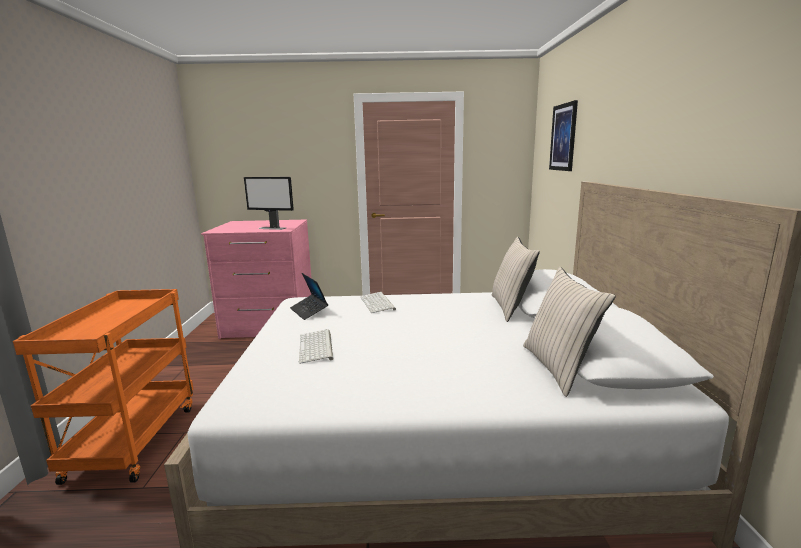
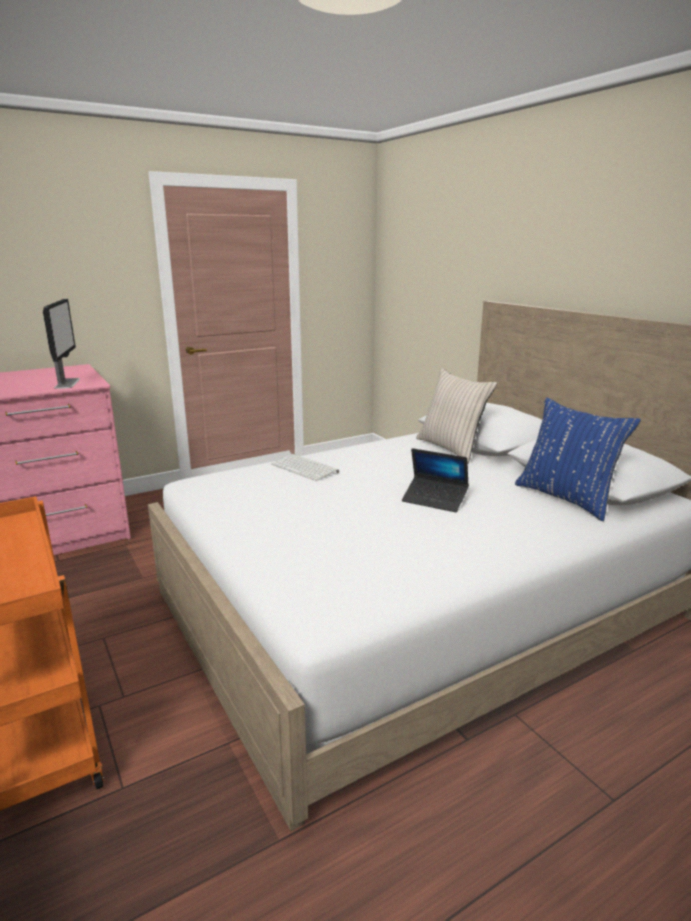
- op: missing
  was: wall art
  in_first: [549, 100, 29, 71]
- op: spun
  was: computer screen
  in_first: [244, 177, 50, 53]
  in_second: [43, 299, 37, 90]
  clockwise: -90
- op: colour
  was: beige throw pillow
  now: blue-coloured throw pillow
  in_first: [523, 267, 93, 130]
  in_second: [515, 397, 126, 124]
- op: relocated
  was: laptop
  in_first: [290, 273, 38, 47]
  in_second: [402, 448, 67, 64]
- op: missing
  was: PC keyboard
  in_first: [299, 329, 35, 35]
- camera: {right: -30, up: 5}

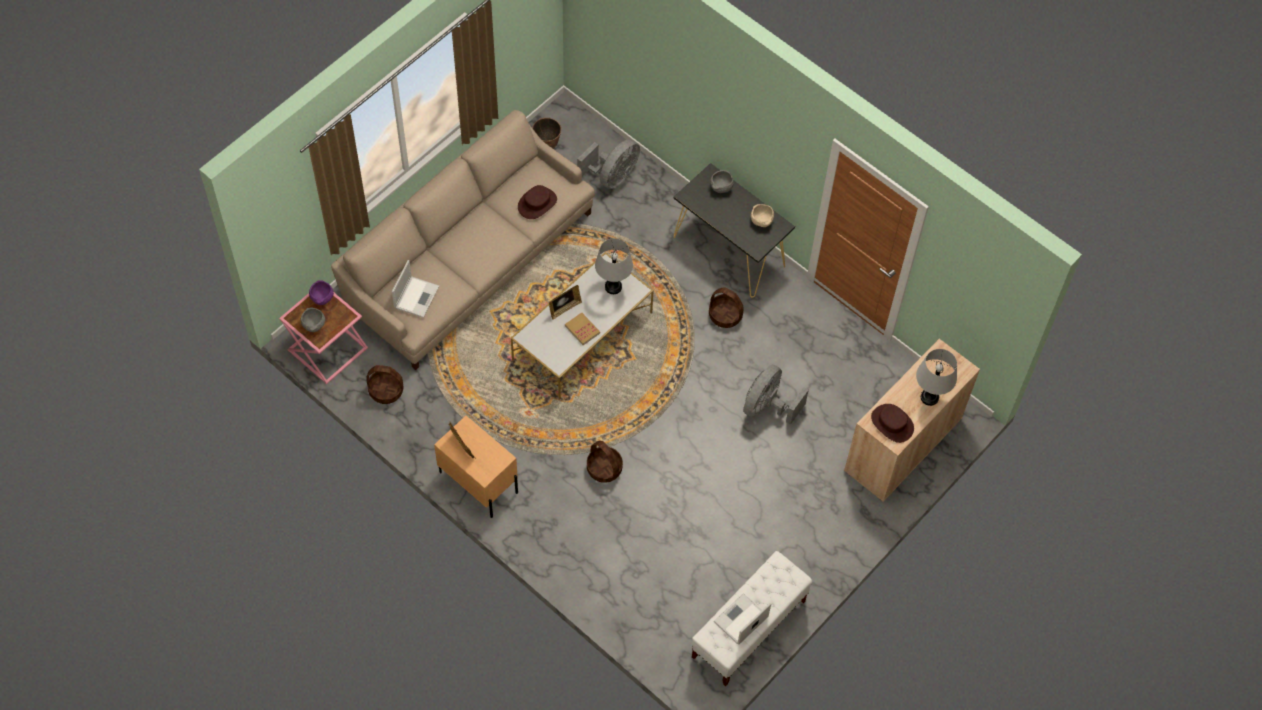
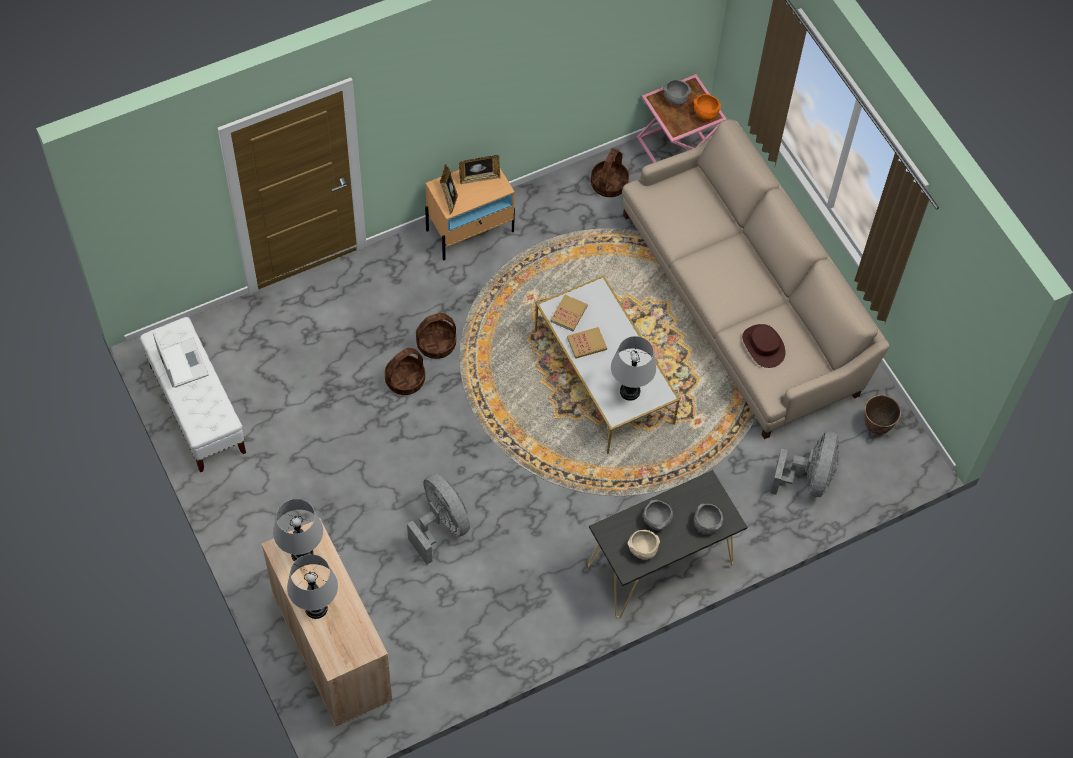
- op: spun
  was: grey electric fan
  in_first: [577, 139, 63, 50]
  in_second: [770, 431, 69, 66]
  clockwise: -135
- op: missing
  was: laptop
  in_first: [392, 260, 47, 58]
- op: colour
  was: purple-coloured deep dish
  now: orange deep dish
  in_first: [309, 280, 25, 25]
  in_second: [694, 94, 27, 26]
- op: relocated
  was: photo frame
  in_first: [549, 285, 33, 35]
  in_second: [440, 164, 18, 50]
- op: relocated
  was: storage basket
  in_first: [709, 287, 35, 41]
  in_second: [384, 348, 41, 47]
- op: exchanged
  was: brownish clothing hat
  now: grey lamp for a table
  in_first: [871, 404, 43, 39]
  in_second: [273, 499, 50, 63]
- op: appeared
  now: volume
  in_second: [550, 295, 38, 36]
- op: appeared
  now: grey deep dish
  in_second: [643, 500, 30, 30]
- camera: {right: 110, up: 0}

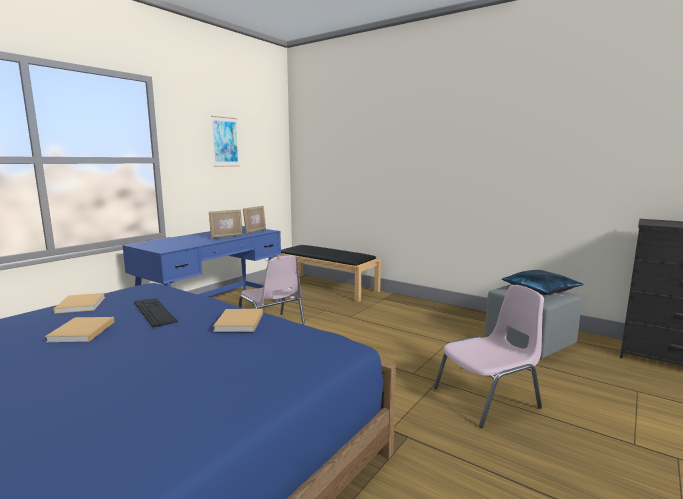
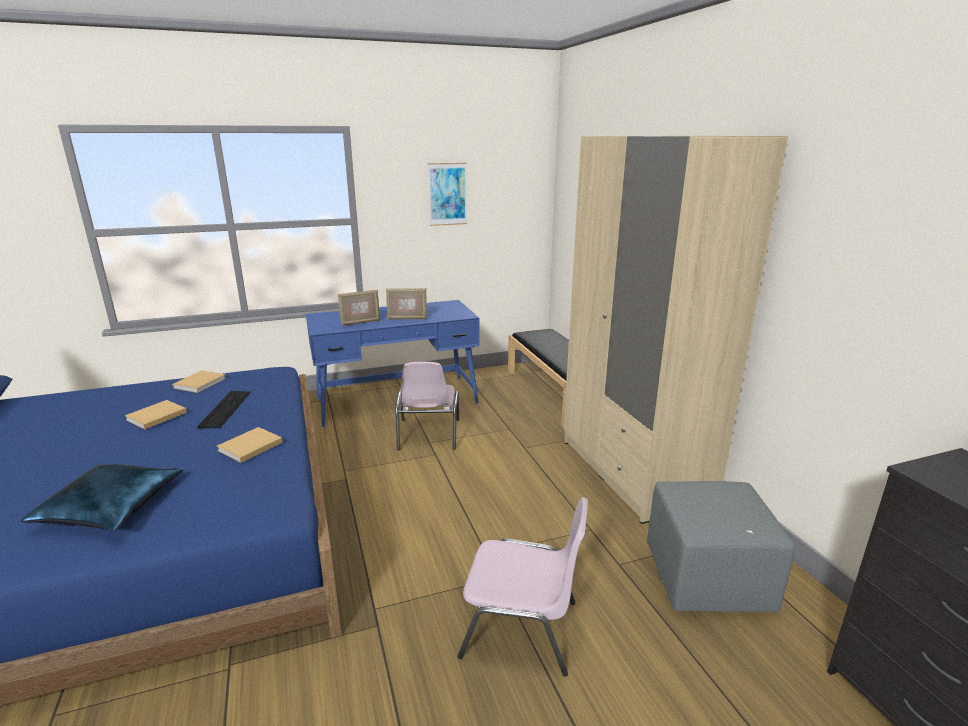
- op: relocated
  was: photo frame
  in_first: [243, 206, 23, 28]
  in_second: [338, 290, 42, 36]
- op: relocated
  was: blue-coloured throw pillow
  in_first: [502, 270, 82, 25]
  in_second: [21, 464, 163, 66]
- op: appeared
  now: beige wardrobe
  in_second: [564, 136, 224, 388]
- camera: {right: 35, up: 10}

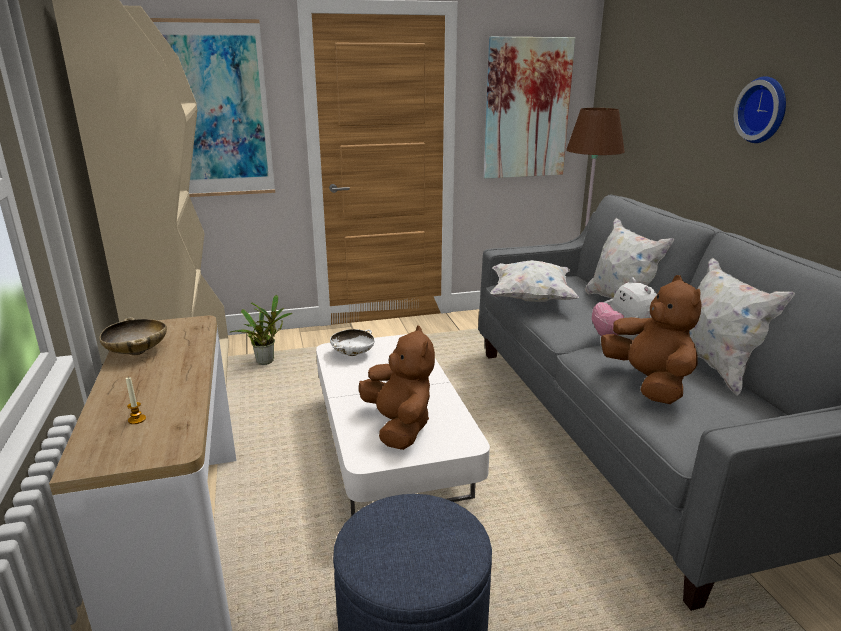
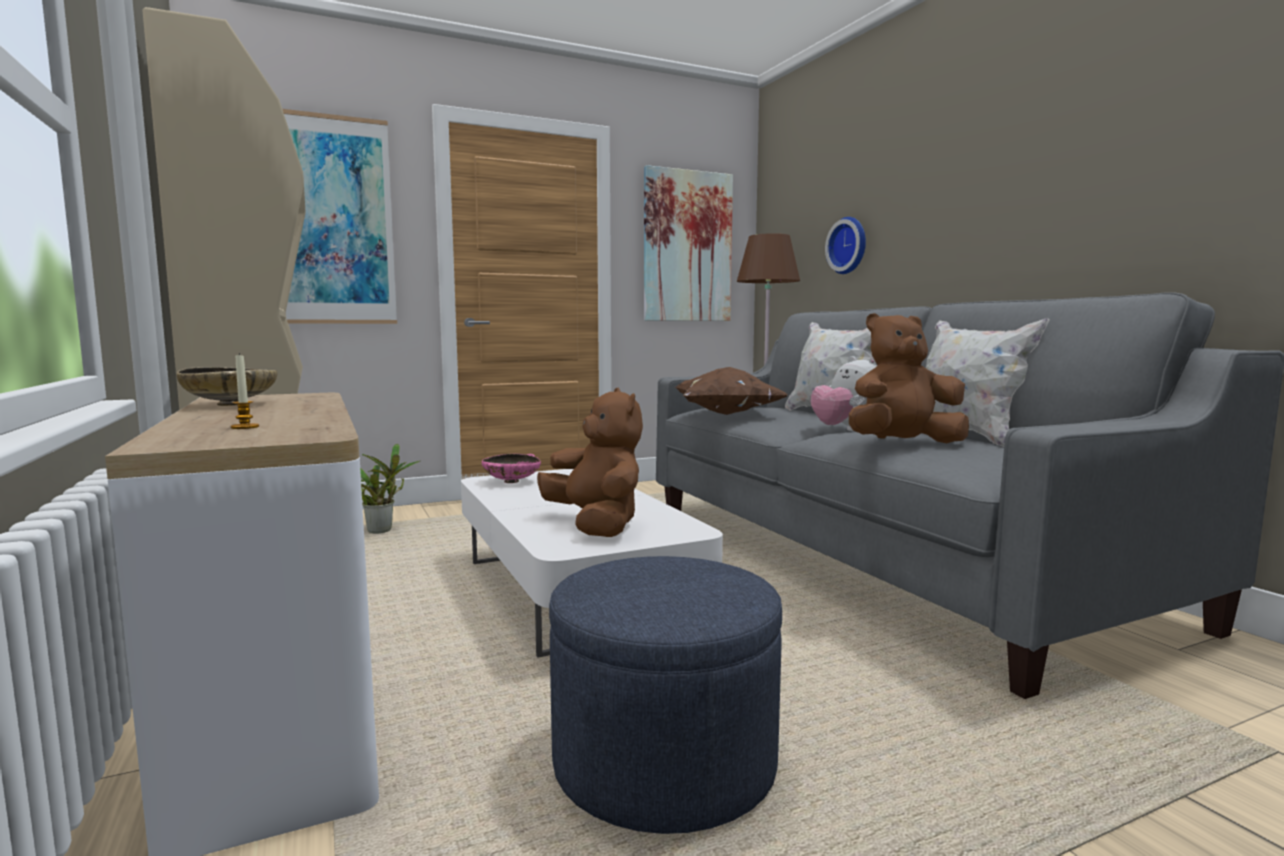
- op: relocated
  was: wall clock
  in_first: [734, 76, 52, 67]
  in_second: [825, 217, 41, 57]
- op: colour
  was: whitish throw pillow
  now: brownish throw pillow
  in_first: [490, 260, 89, 42]
  in_second: [675, 367, 113, 48]
- op: spun
  was: brownish plush toy
  in_first: [601, 275, 100, 129]
  in_second: [849, 313, 120, 130]
  clockwise: -75
- op: colour
  was: whitish deep dish
  now: pink-coloured deep dish
  in_first: [330, 329, 45, 27]
  in_second: [482, 454, 59, 29]
- camera: {right: -10, up: -15}

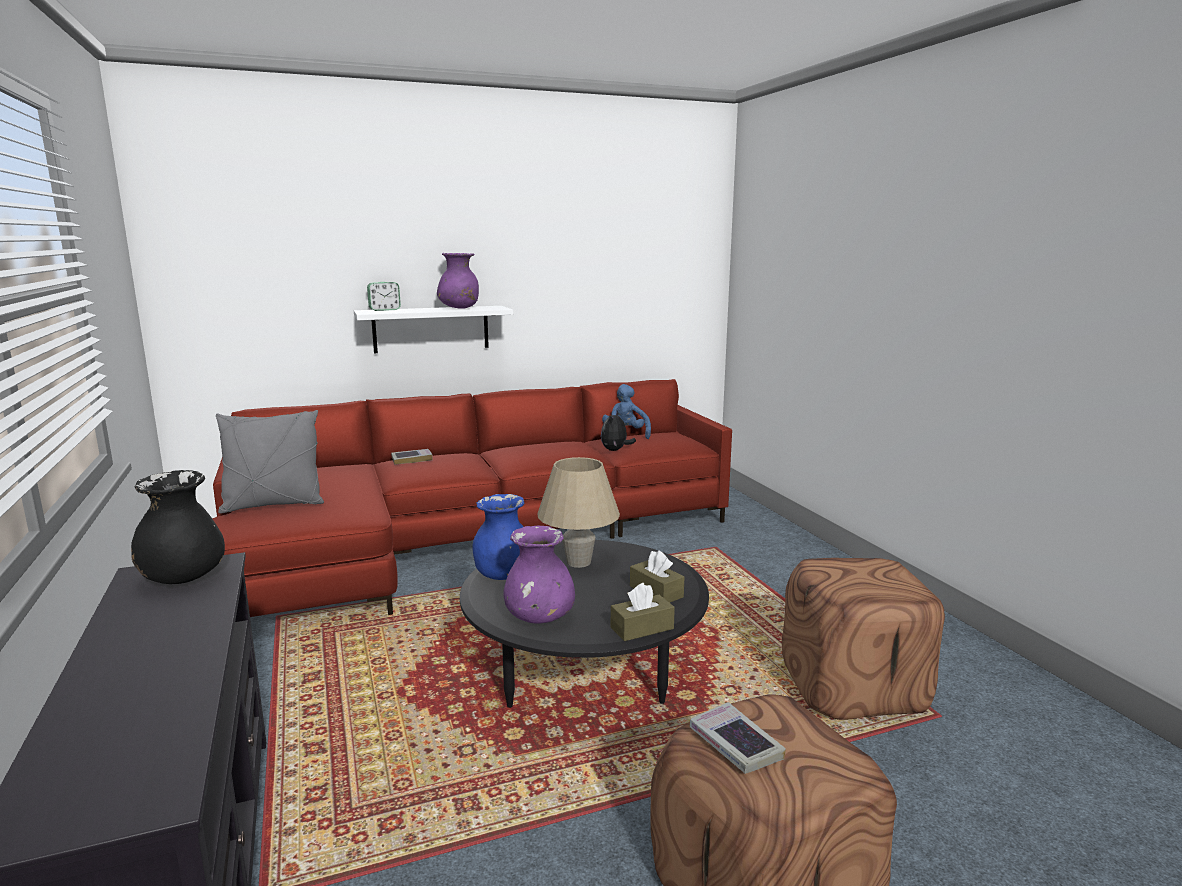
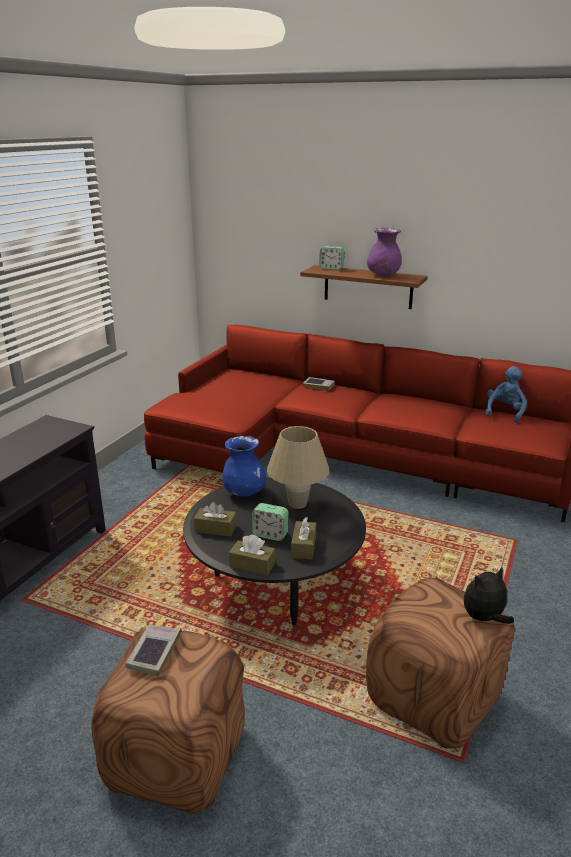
- op: colour
  was: whitish shelf
  now: brownish shelf
  in_first: [354, 306, 159, 47]
  in_second: [300, 265, 128, 44]
- op: missing
  was: grey throw pillow
  in_first: [216, 410, 108, 104]
- op: relocated
  was: plush toy
  in_first: [601, 411, 35, 40]
  in_second: [464, 566, 50, 58]
- op: missing
  was: black-coloured decorative vase
  in_first: [131, 470, 94, 114]
- op: exchanged
  was: purple-coloured decorative vase
  now: brownish tissue holder
  in_first: [503, 526, 72, 98]
  in_second: [194, 502, 43, 35]
- op: appeared
  now: bedside clock
  in_second: [252, 503, 37, 38]
- camera: {right: 45, up: 10}

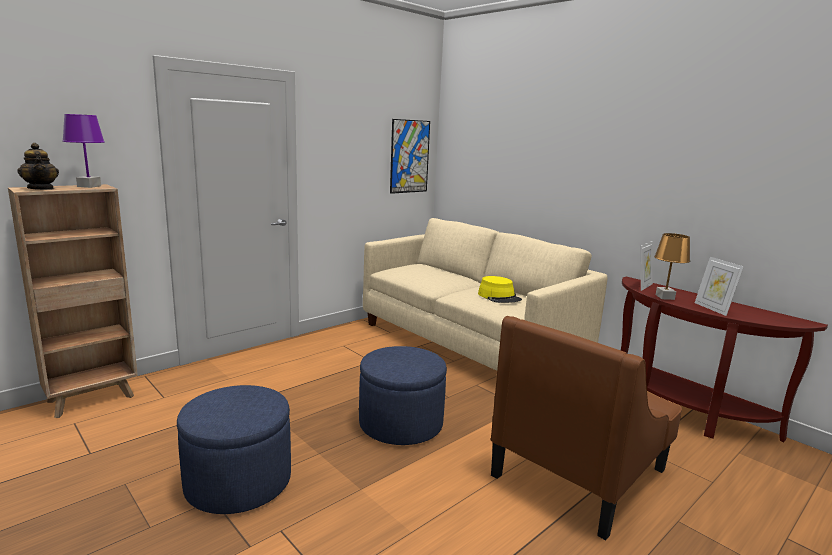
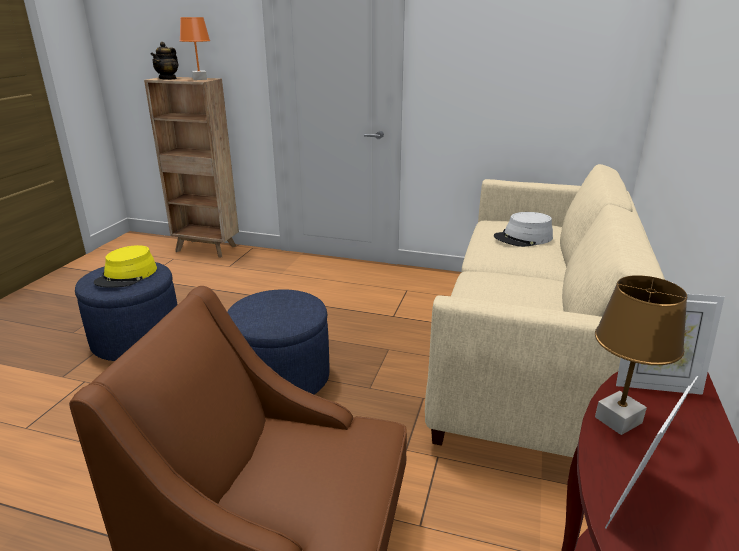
- op: colour
  was: purple-coloured lamp for a table
  now: orange lamp for a table
  in_first: [62, 114, 43, 74]
  in_second: [180, 17, 30, 63]
- op: missing
  was: wall art
  in_first: [390, 119, 40, 75]
- op: relocated
  was: yellowish clothing hat
  in_first: [478, 276, 44, 27]
  in_second: [94, 245, 63, 43]
- op: appeared
  now: grey clothing hat
  in_second: [494, 212, 59, 35]
- camera: {right: 60, up: 10}

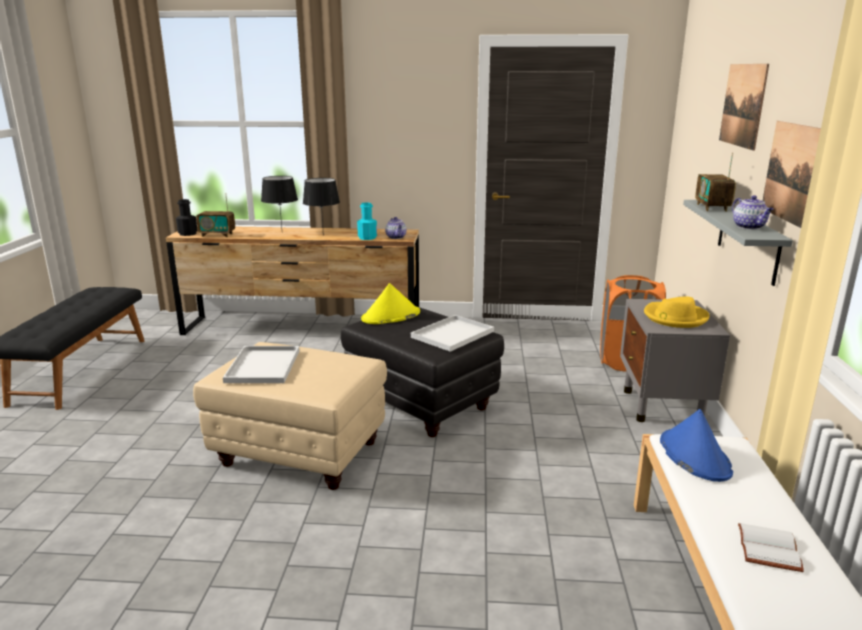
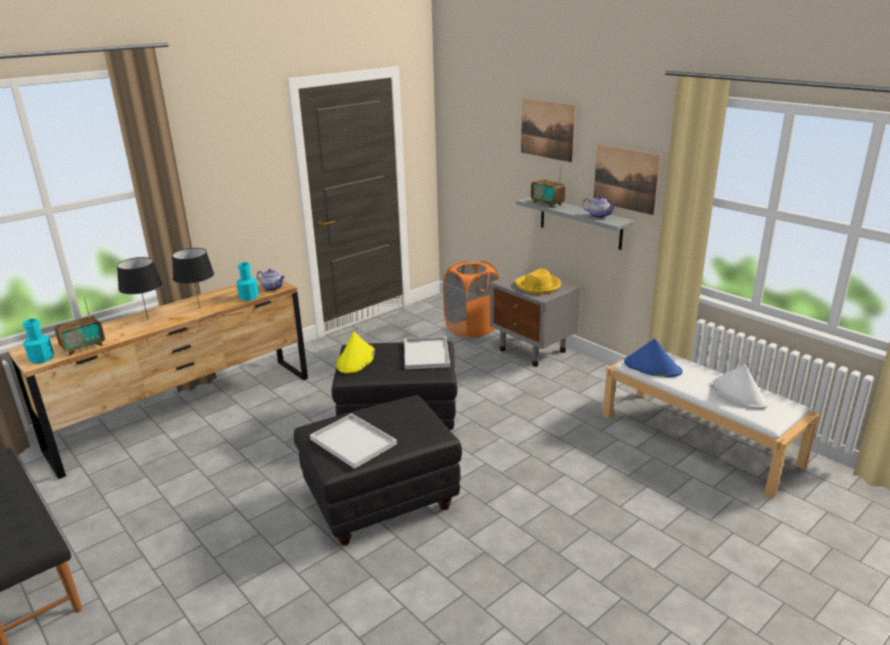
- op: colour
  was: black-coloured beverage bottle
  now: turquoise beverage bottle
  in_first: [176, 199, 22, 37]
  in_second: [22, 319, 32, 45]
- op: colour
  was: beige footrest
  now: black-coloured footrest
  in_first: [193, 342, 194, 148]
  in_second: [294, 395, 168, 151]
- op: exchanged
  was: whitish volume
  now: whitish clothing hat
  in_first: [738, 523, 66, 49]
  in_second: [710, 364, 58, 45]
- camera: {right: -45, up: 5}

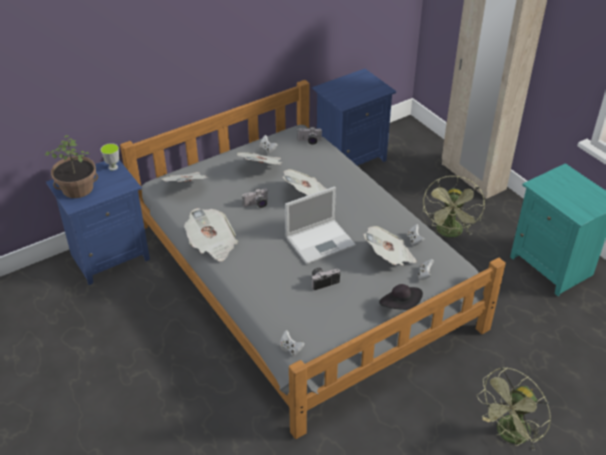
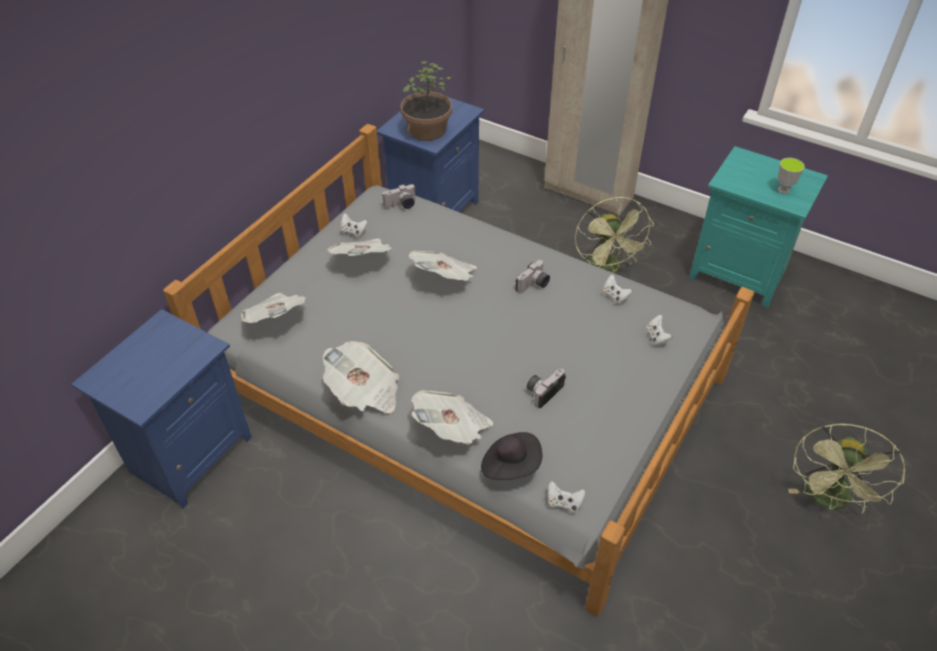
- op: relocated
  was: potted plant
  in_first: [45, 135, 53, 63]
  in_second: [401, 61, 51, 80]
- op: relocated
  was: drinking cup
  in_first: [100, 143, 19, 28]
  in_second: [777, 158, 28, 36]
- op: missing
  was: laptop
  in_first: [285, 187, 71, 77]
- op: relocated
  was: still camera
  in_first: [242, 188, 26, 20]
  in_second: [515, 260, 35, 34]
- op: relocated
  was: newspaper
  in_first: [363, 226, 54, 39]
  in_second: [411, 390, 82, 55]
- op: relocated
  was: black-coloured clothing hat
  in_first: [379, 284, 44, 26]
  in_second: [481, 432, 61, 48]
- camera: {right: -25, up: 5}

